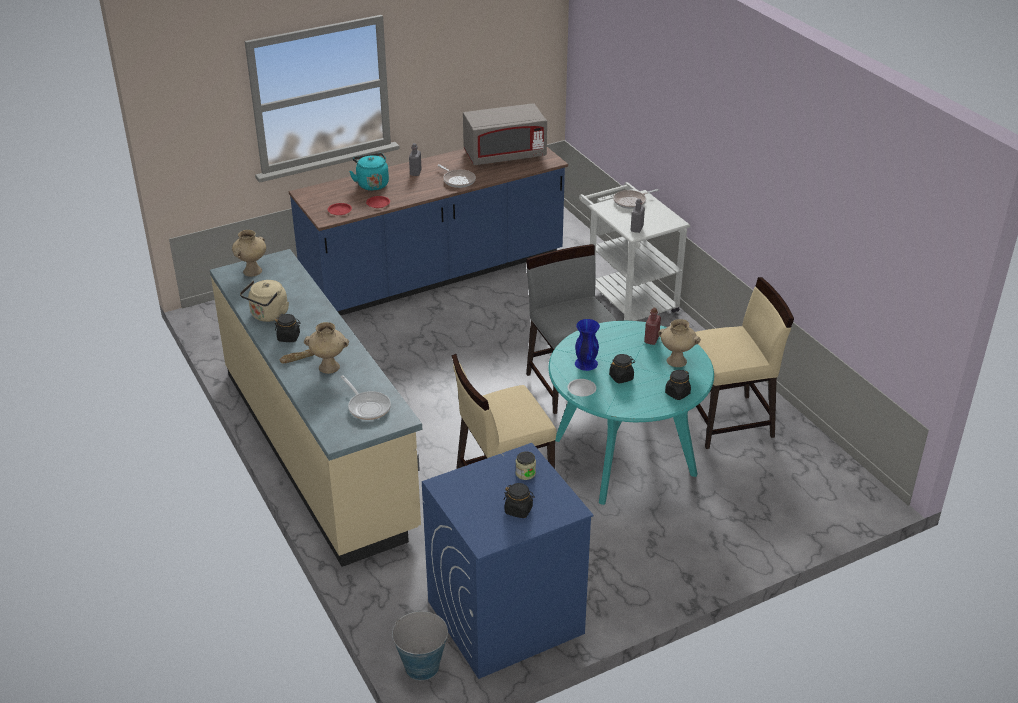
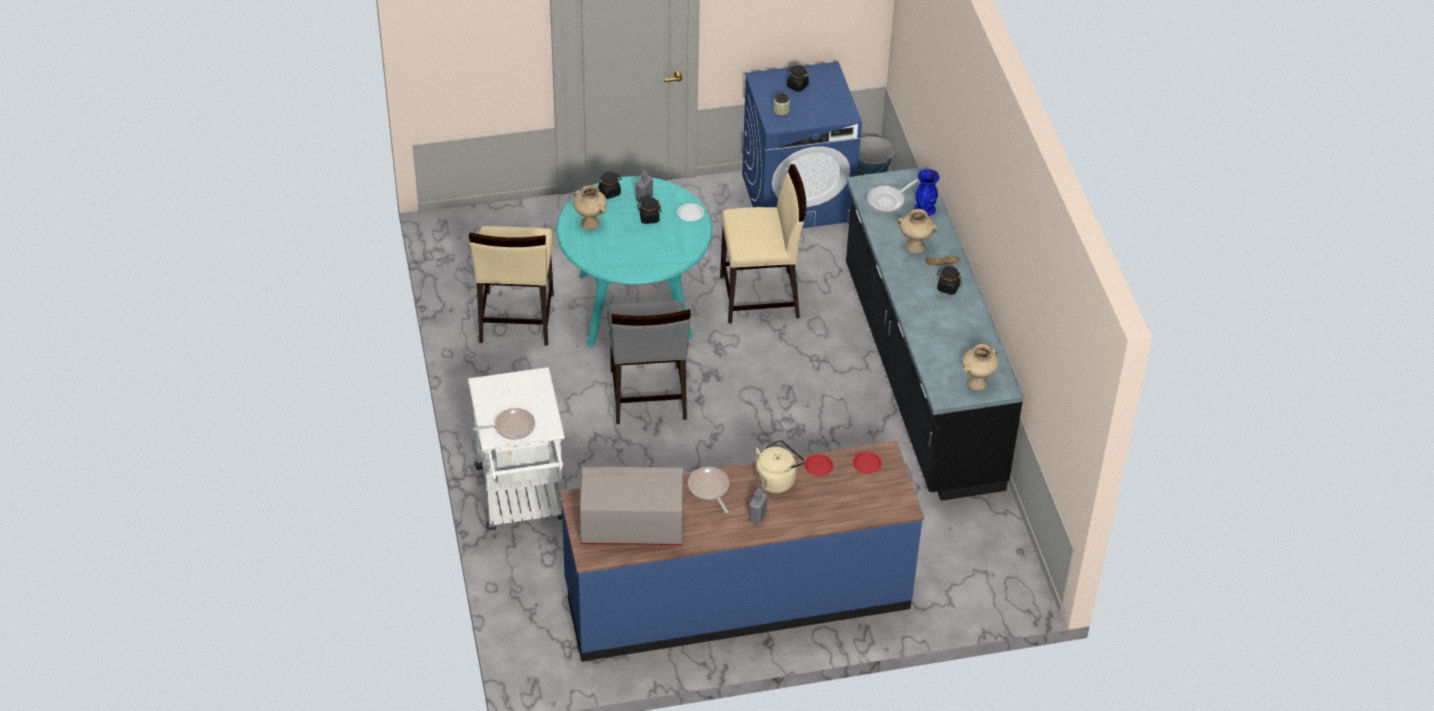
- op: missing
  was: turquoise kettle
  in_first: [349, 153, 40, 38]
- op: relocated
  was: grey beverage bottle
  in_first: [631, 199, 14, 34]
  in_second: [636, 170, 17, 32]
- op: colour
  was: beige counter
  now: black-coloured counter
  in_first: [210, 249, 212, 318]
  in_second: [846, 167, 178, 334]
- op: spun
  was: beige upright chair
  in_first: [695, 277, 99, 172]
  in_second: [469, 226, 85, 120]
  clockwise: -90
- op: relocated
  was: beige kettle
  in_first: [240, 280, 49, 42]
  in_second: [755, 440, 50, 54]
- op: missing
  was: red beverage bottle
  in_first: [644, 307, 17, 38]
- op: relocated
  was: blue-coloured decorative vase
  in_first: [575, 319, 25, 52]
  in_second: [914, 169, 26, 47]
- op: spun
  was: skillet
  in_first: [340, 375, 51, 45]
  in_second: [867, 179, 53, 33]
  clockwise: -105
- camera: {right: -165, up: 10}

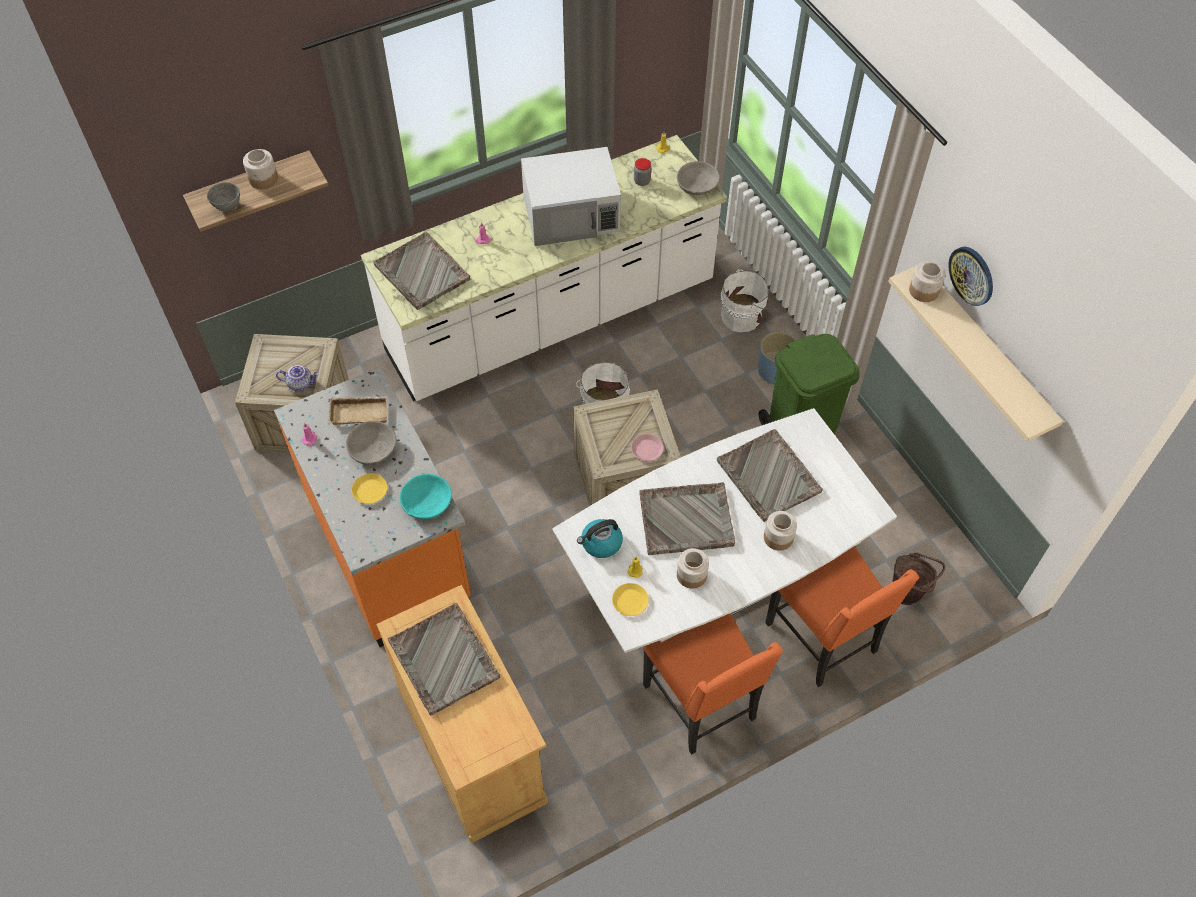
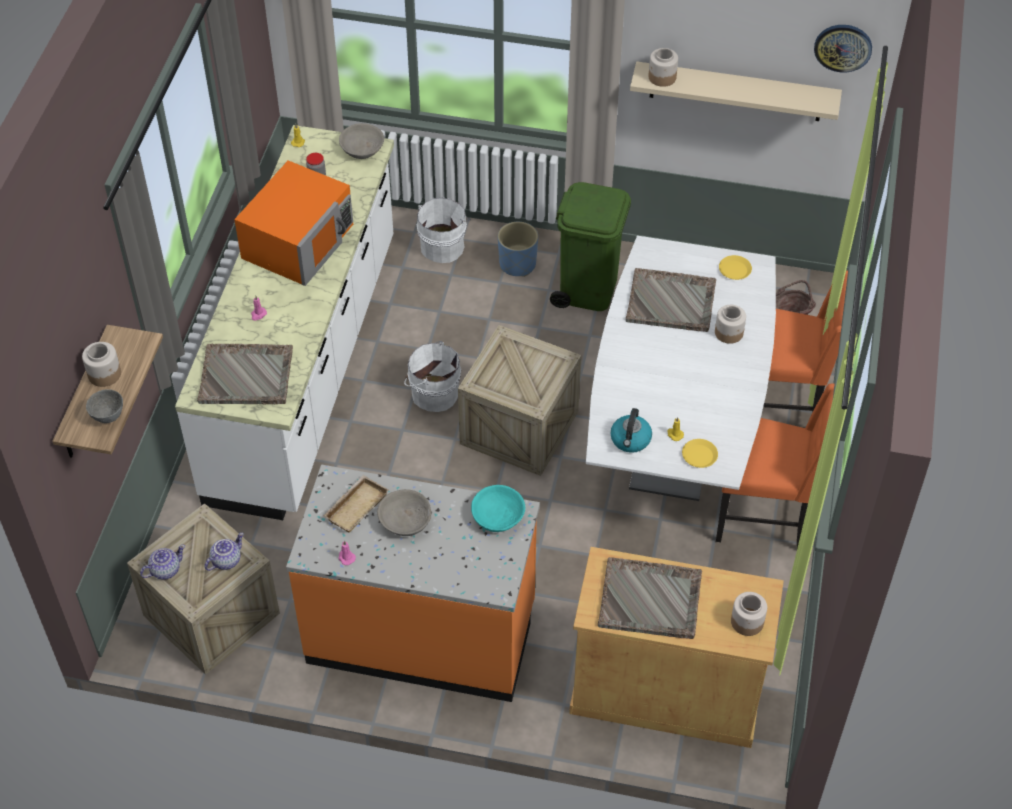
- op: colour
  was: whitish microwave
  now: orange microwave
  in_first: [521, 147, 100, 99]
  in_second: [234, 161, 119, 125]
- op: relocated
  was: wall clock
  in_first: [948, 247, 45, 59]
  in_second: [814, 25, 58, 48]
- op: missing
  was: pink-coloured plate
  in_first: [631, 434, 33, 27]
- op: relocated
  was: yellowish plate
  in_first: [352, 473, 35, 31]
  in_second: [719, 255, 33, 25]
- op: missing
  was: grey carrying tray
  in_first: [639, 482, 96, 73]
- op: relocated
  was: jar
  in_first: [677, 548, 32, 41]
  in_second: [731, 592, 36, 44]
- op: appeared
  now: pot for tea
  in_second: [140, 545, 45, 35]
- camera: {right: -50, up: -5}

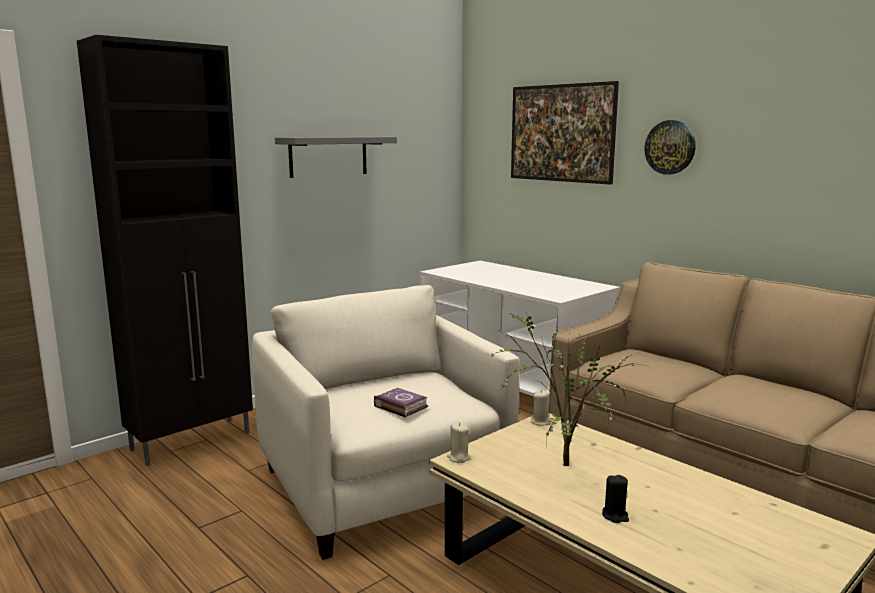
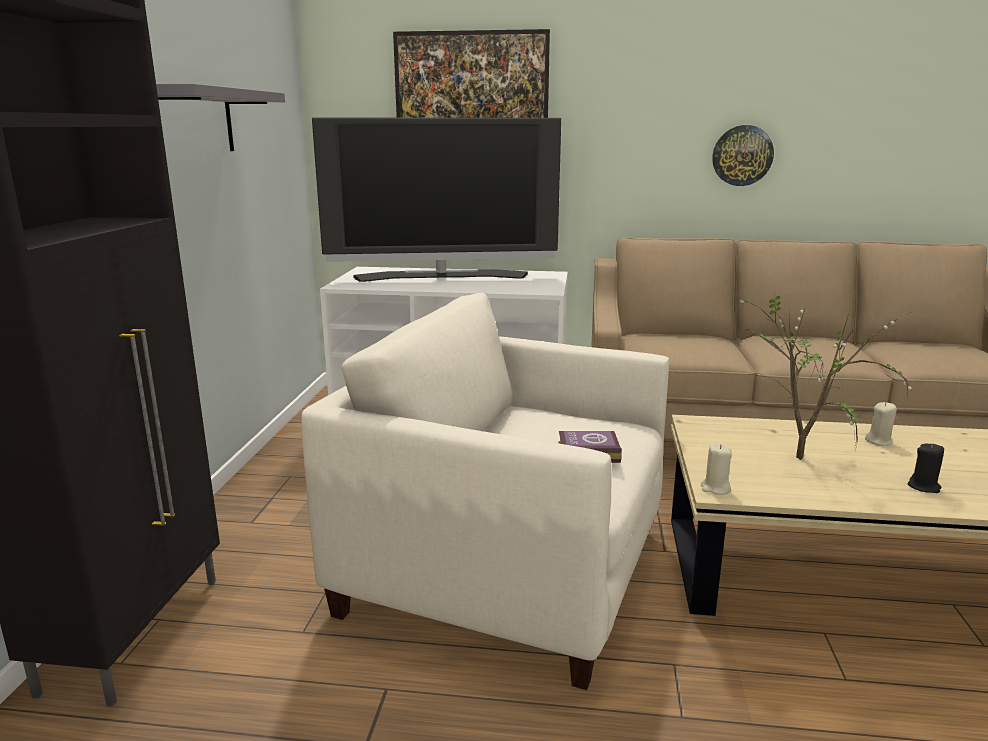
- op: relocated
  was: wall clock
  in_first: [645, 120, 51, 55]
  in_second: [712, 125, 62, 61]
- op: relocated
  was: beige wax light
  in_first: [530, 390, 21, 36]
  in_second: [865, 402, 32, 44]
- op: appeared
  now: television
  in_second: [312, 118, 249, 164]
- camera: {right: -40, up: 5}

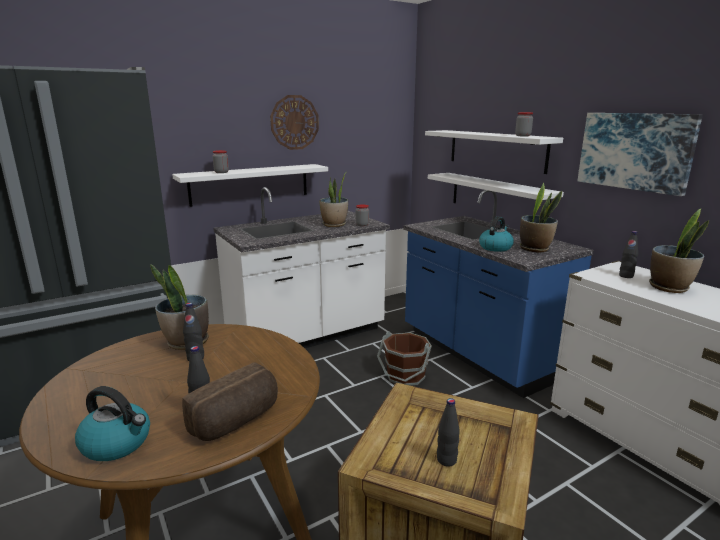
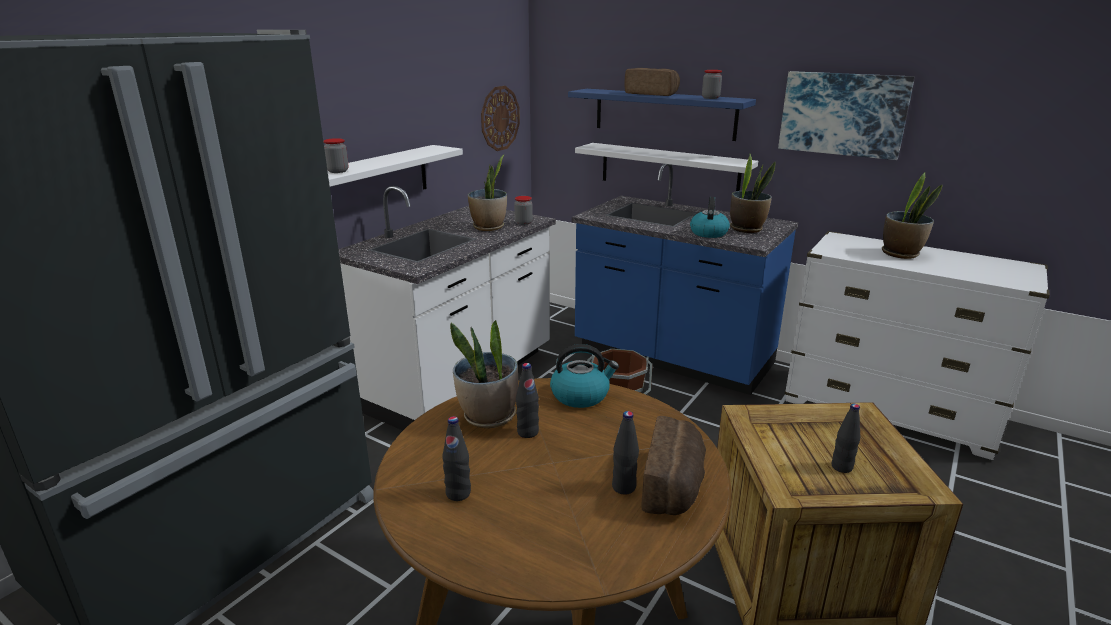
- op: relocated
  was: wall clock
  in_first: [270, 95, 49, 55]
  in_second: [481, 86, 39, 65]
- op: colour
  was: whitish shelf
  now: blue-coloured shelf
  in_first: [425, 130, 138, 44]
  in_second: [568, 89, 188, 52]
- op: relocated
  was: black-coloured beverage bottle
  in_first: [619, 231, 19, 47]
  in_second: [442, 416, 29, 85]
- op: relocated
  was: kettle
  in_first: [75, 386, 75, 75]
  in_second: [550, 344, 69, 64]
- op: appeared
  now: bakery bread
  in_second: [624, 68, 56, 28]
- camera: {right: -25, up: 5}

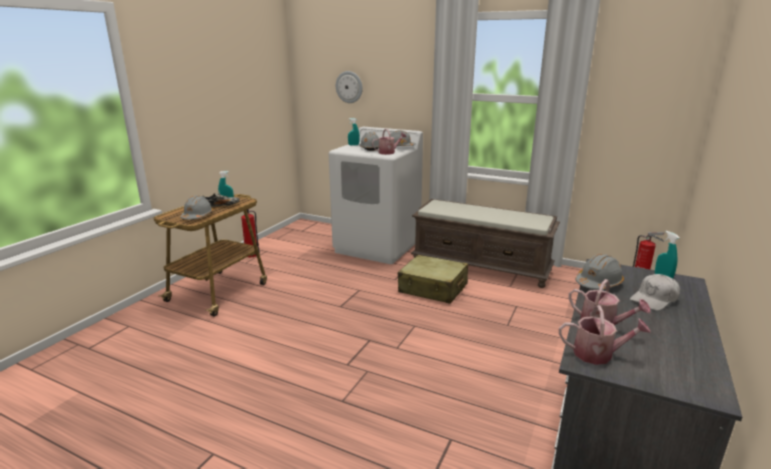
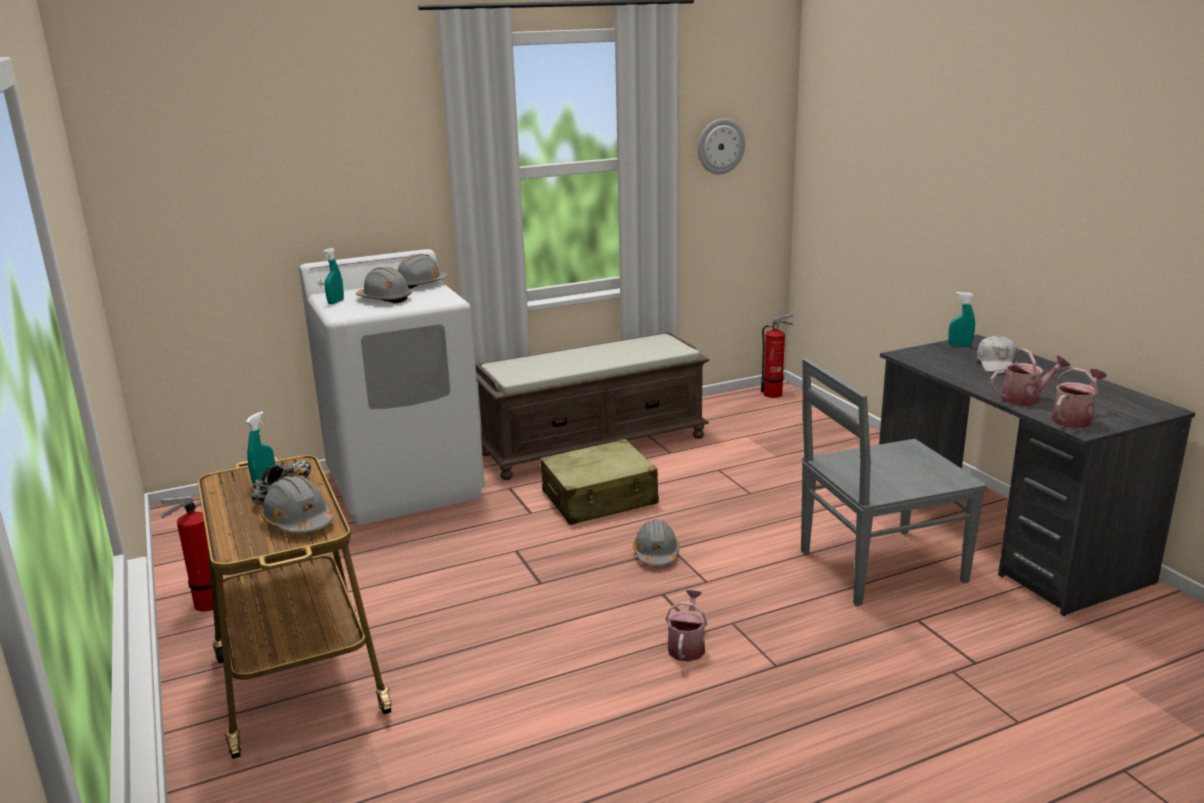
- op: relocated
  was: wall clock
  in_first: [336, 71, 27, 32]
  in_second: [698, 118, 47, 56]
- op: relocated
  was: watering can
  in_first: [372, 129, 35, 26]
  in_second: [665, 590, 43, 72]
- op: relocated
  was: grey hard hat
  in_first: [575, 254, 49, 36]
  in_second: [633, 519, 46, 47]
- op: appeared
  now: grey upright chair
  in_second: [801, 358, 186, 248]
- camera: {right: -50, up: 0}

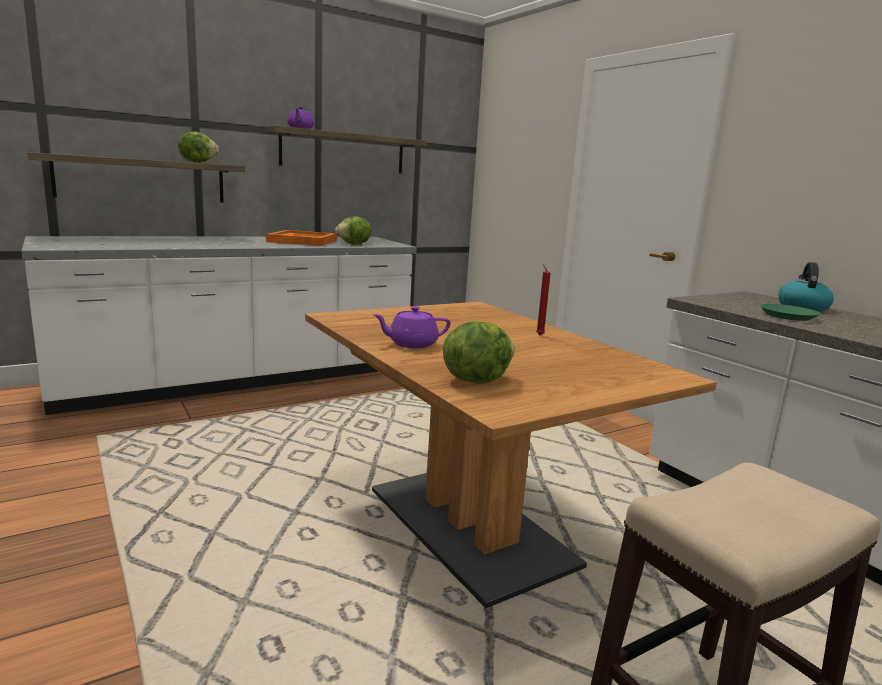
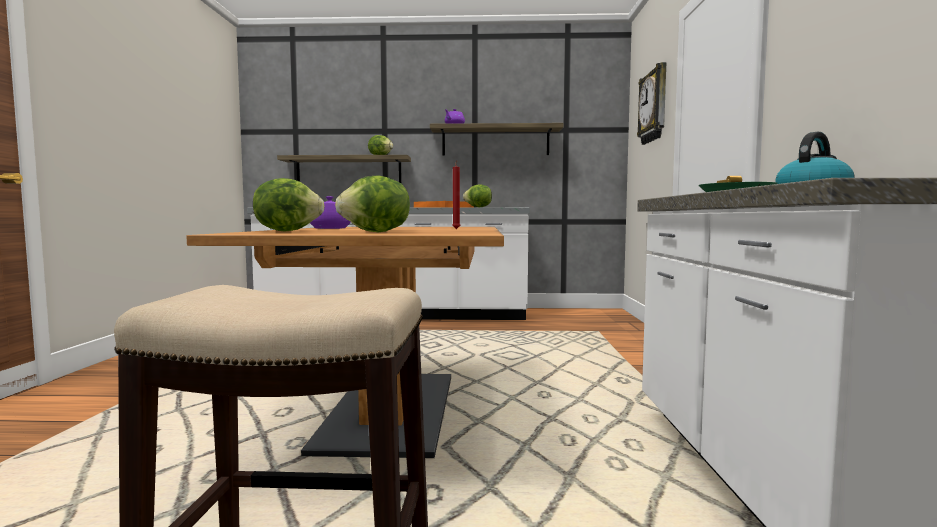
- op: appeared
  now: wall clock
  in_second: [637, 62, 29, 83]
- op: appeared
  now: head of lettuce
  in_second: [335, 175, 75, 57]
- camera: {right: 35, up: -10}

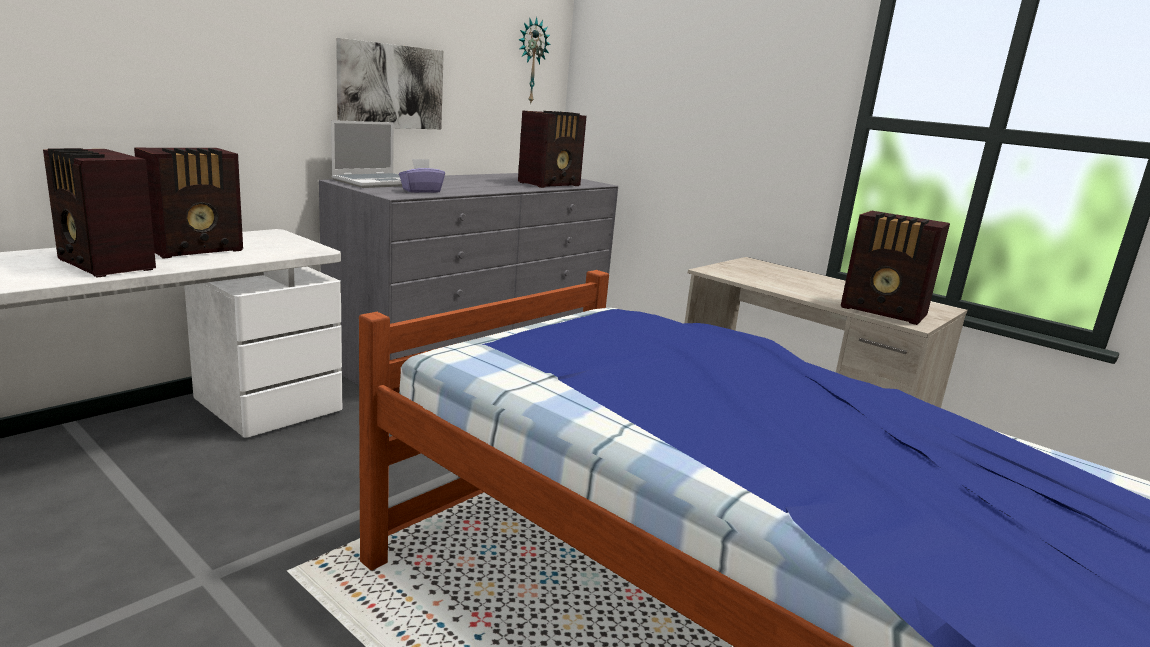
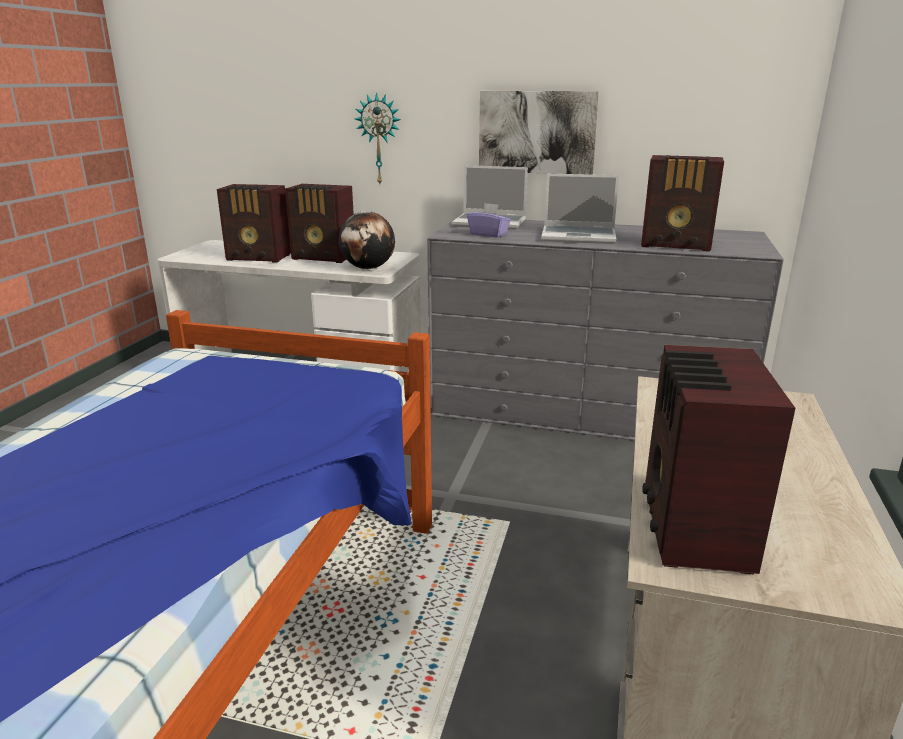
- op: relocated
  was: wall clock
  in_first: [518, 17, 33, 88]
  in_second: [355, 92, 46, 92]
- op: spun
  was: radio
  in_first: [43, 148, 113, 130]
  in_second: [217, 184, 74, 79]
  clockwise: -90
- op: appeared
  now: laptop
  in_second: [541, 174, 78, 70]
- op: appeared
  now: globe
  in_second: [339, 211, 56, 58]
- camera: {right: 65, up: 5}

